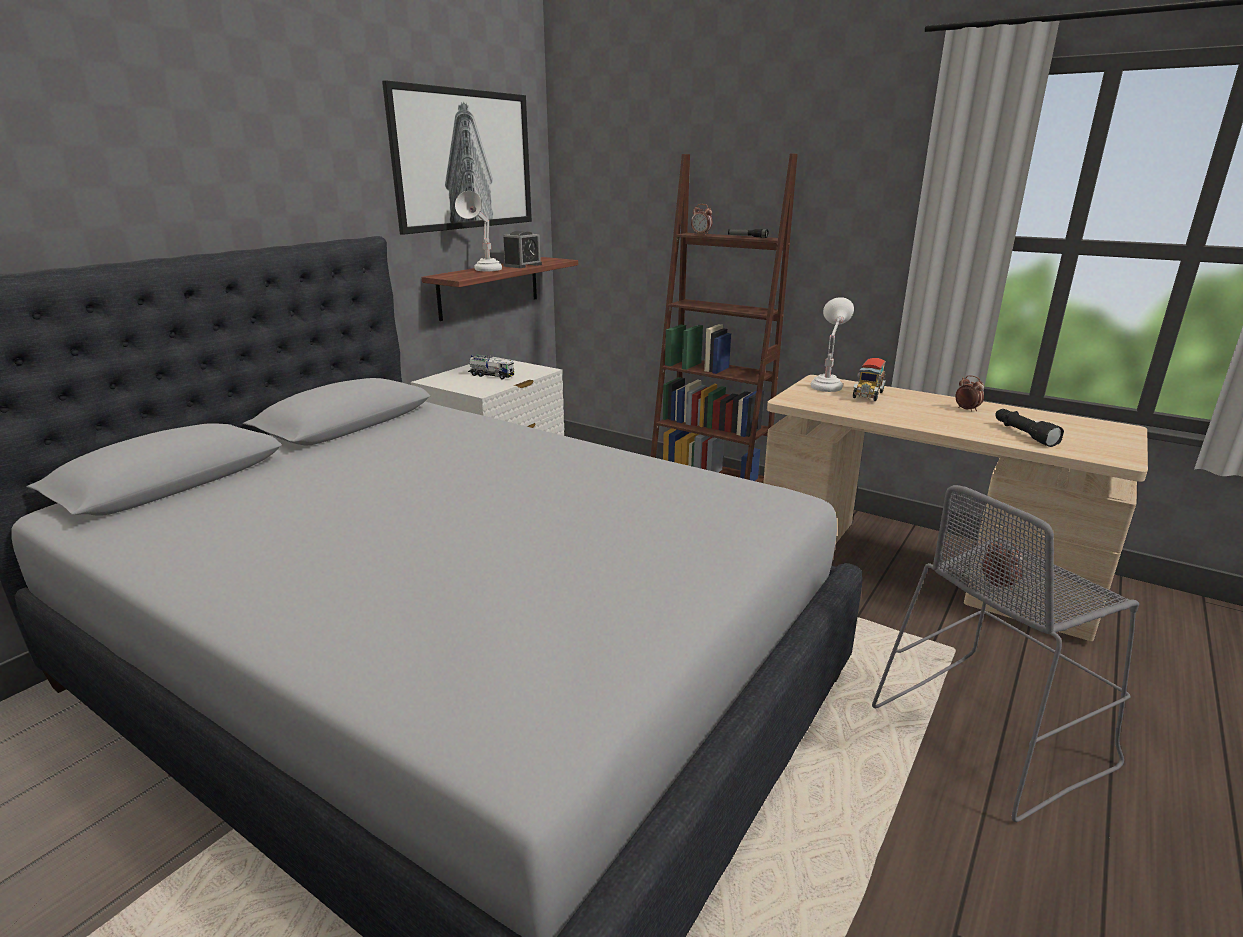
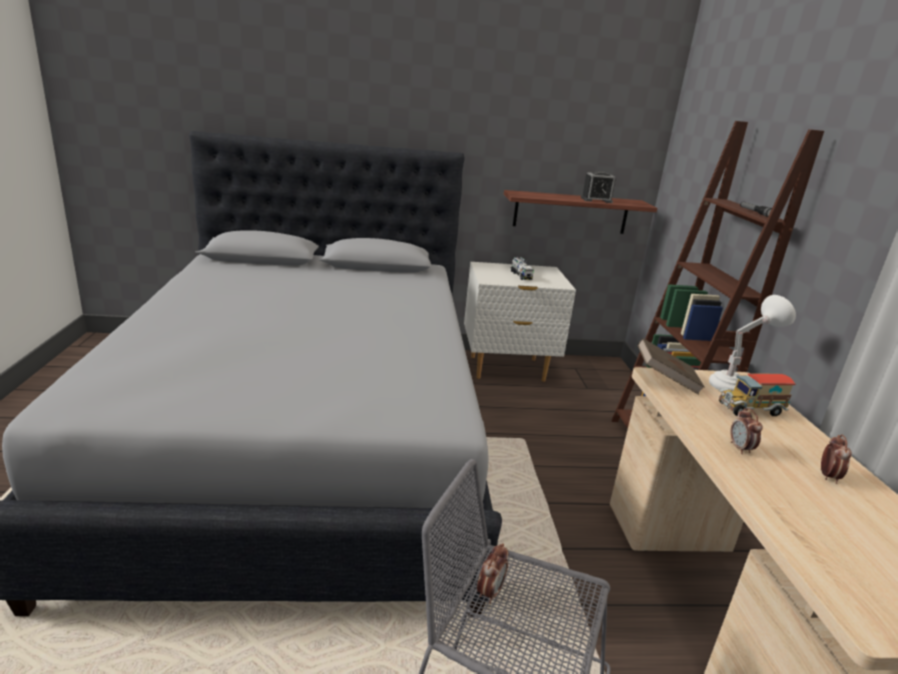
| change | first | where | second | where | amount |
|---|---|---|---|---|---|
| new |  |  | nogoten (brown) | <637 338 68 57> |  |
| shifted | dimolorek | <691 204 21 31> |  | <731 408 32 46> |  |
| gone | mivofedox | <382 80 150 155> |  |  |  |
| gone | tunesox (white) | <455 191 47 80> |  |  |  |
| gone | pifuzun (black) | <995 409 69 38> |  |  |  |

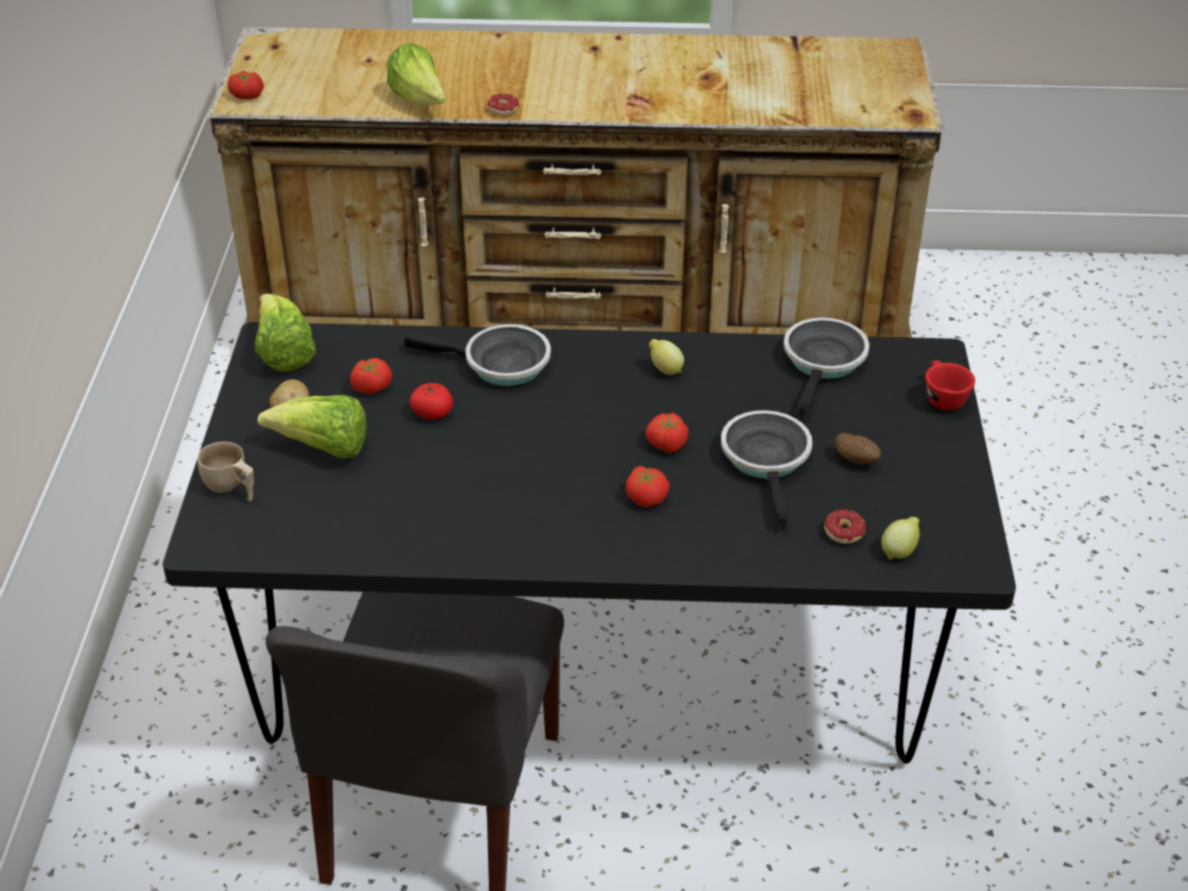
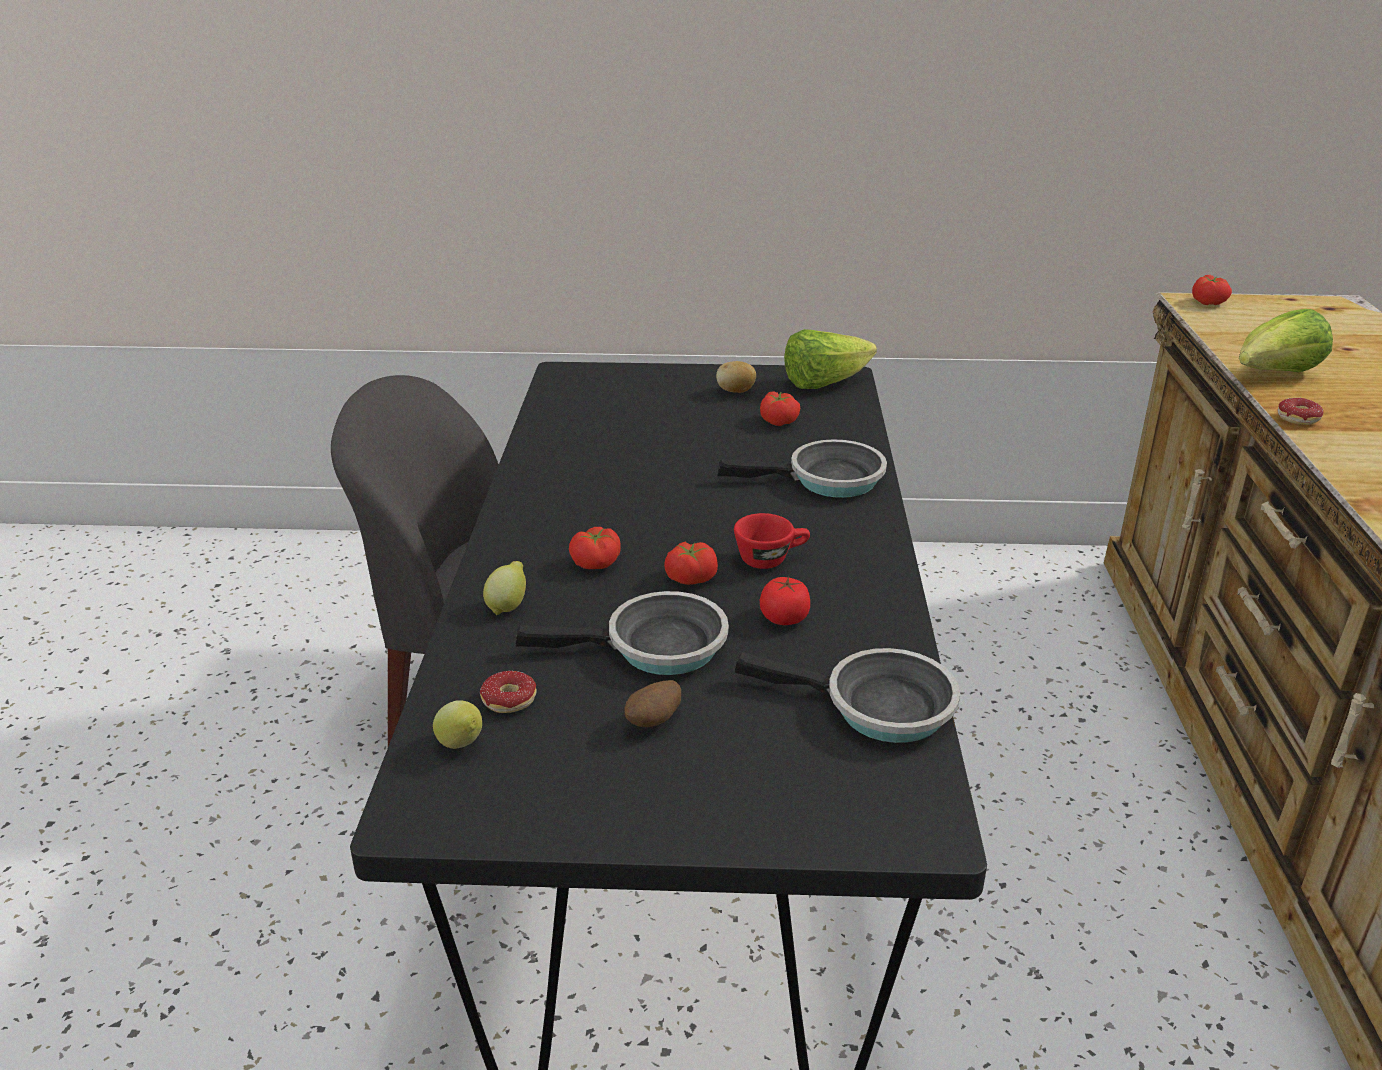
| change | first | where | second | where | amount |
|---|---|---|---|---|---|
| shifted | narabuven | <649 339 35 36> |  | <483 561 43 54> |  |
| rotated | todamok | <405 324 146 62> |  | <717 439 170 59> | 105 degrees counterclockwise |
| shifted | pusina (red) | <925 361 50 49> |  | <734 513 76 56> |  |
| shifted | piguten | <409 382 44 37> |  | <760 577 50 48> |  |
| gone | pusina (beige) | <197 442 57 60> |  |  |  |
| gone | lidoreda | <257 395 110 63> |  |  |  |

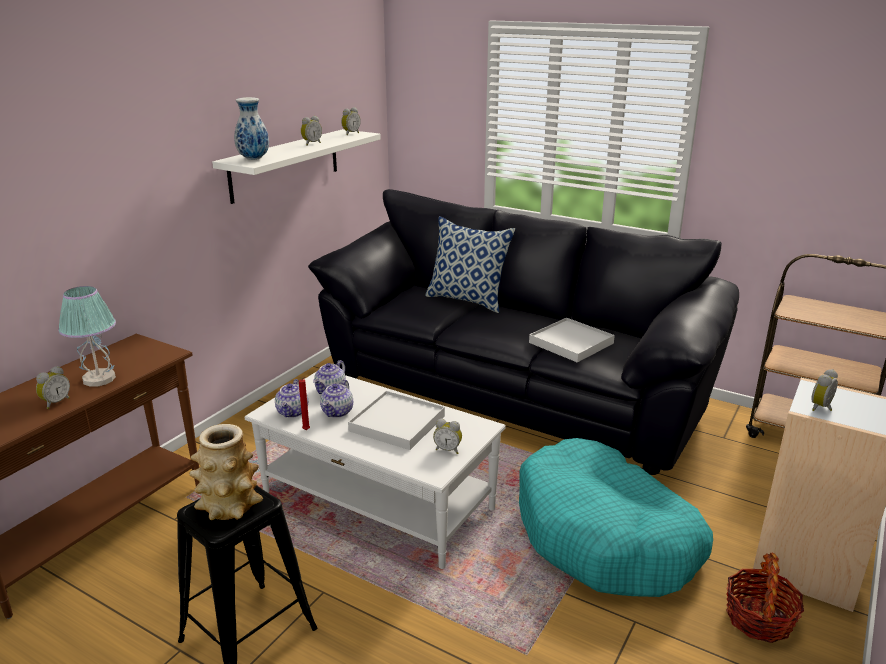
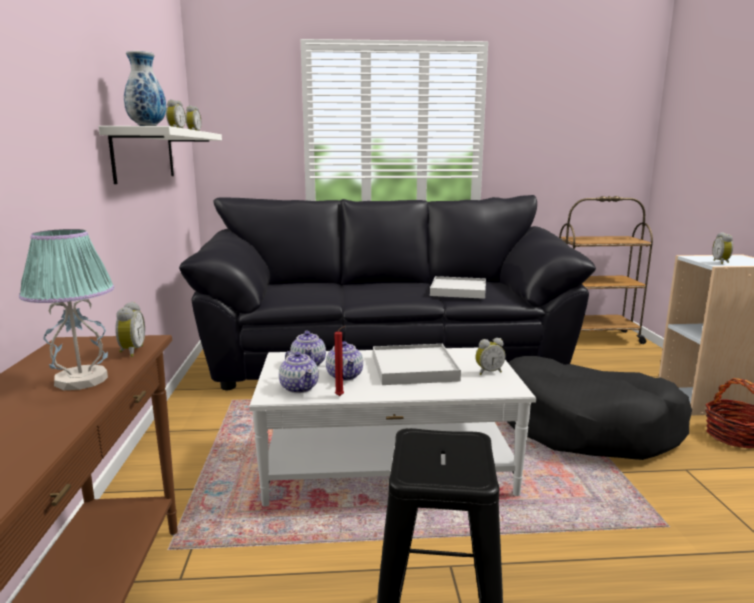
| change | first | where | second | where | amount |
|---|---|---|---|---|---|
| shifted | dimolorek | <36 366 34 43> |  | <115 302 30 55> |  |
| repainted | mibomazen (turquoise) | <519 438 194 159> | mibomazen (black) | <508 356 184 104> |  |
| gone | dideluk | <189 424 74 96> |  |  |  |
| gone | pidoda | <425 216 90 97> |  |  |  |

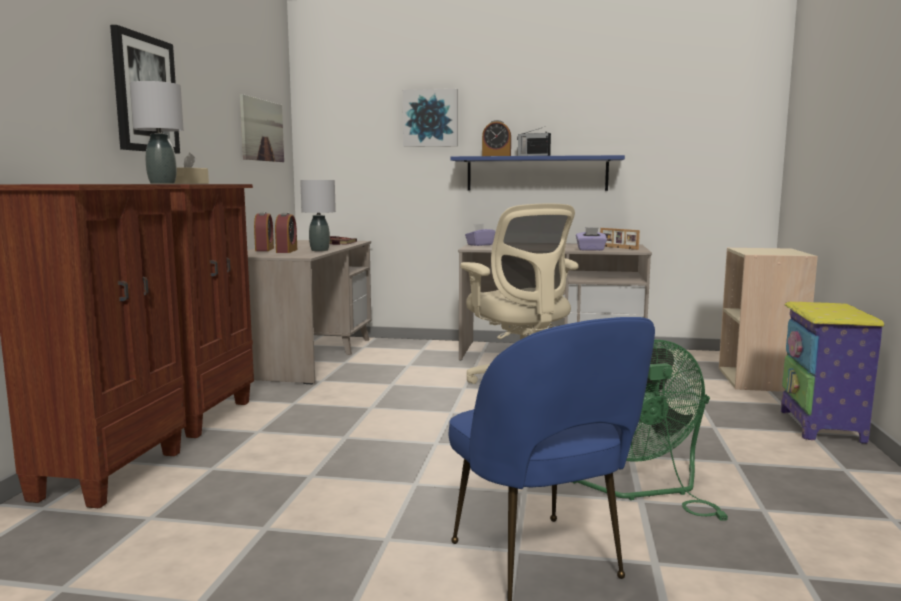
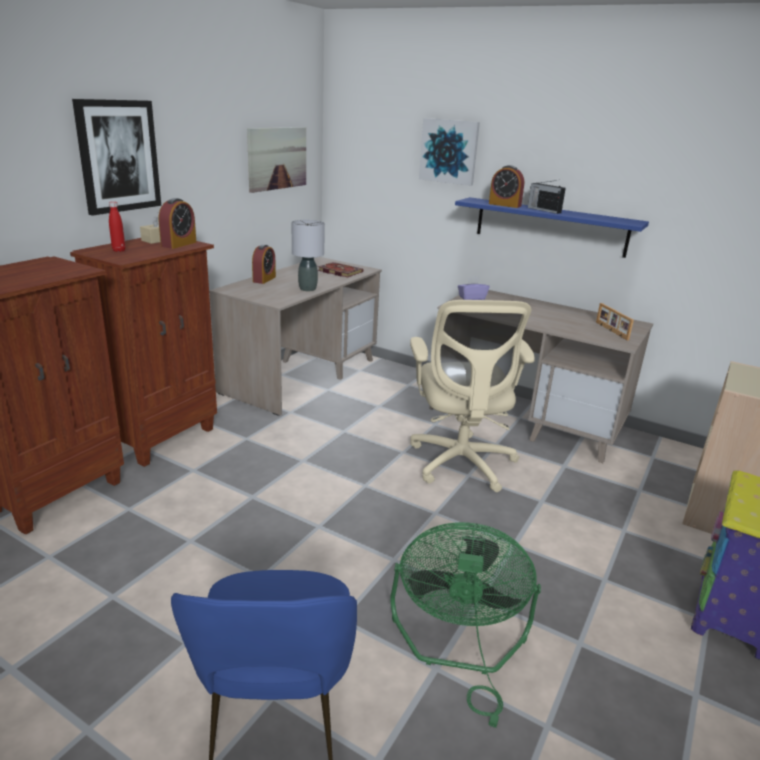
| change | first | where | second | where | amount |
|---|---|---|---|---|---|
| swapped | tunesox (grey) | <130 81 54 103> | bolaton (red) | <109 201 16 51> |  |
| shifted | dimolorek | <275 212 22 41> |  | <159 198 37 51> |  |
| gone | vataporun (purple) | <576 227 31 24> |  |  |  |

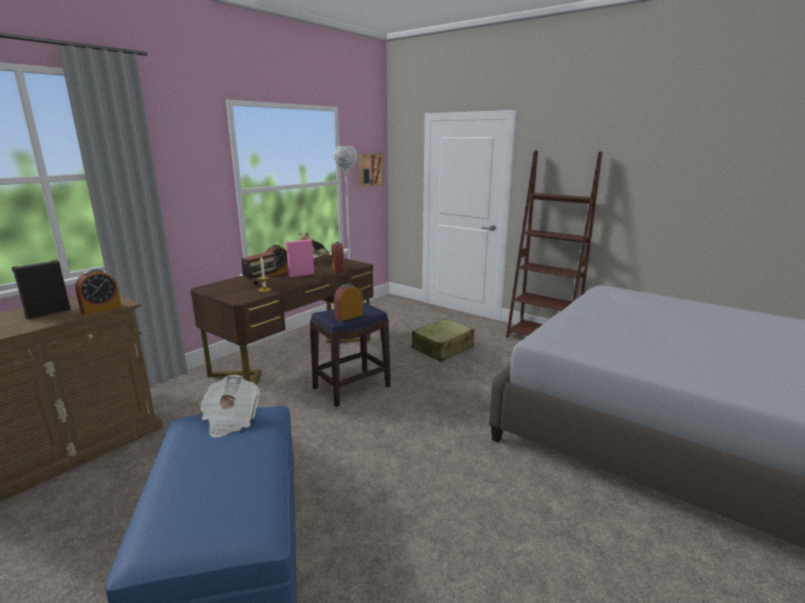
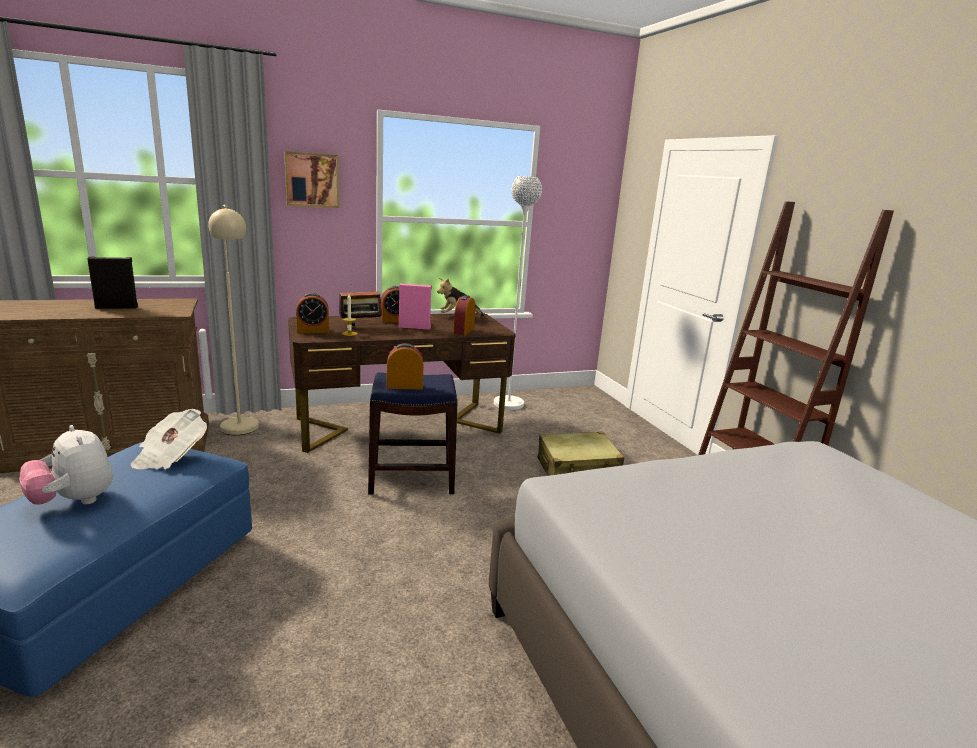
| change | first | where | second | where | amount |
|---|---|---|---|---|---|
| new |  |  | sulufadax | <19 425 94 80> |  |
| new |  |  | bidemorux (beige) | <208 205 51 230> |  |
| shifted | mivofedox | <359 153 24 34> |  | <284 151 55 57> |  |
| shifted | dimolorek | <75 269 46 46> |  | <296 293 33 40> |  |

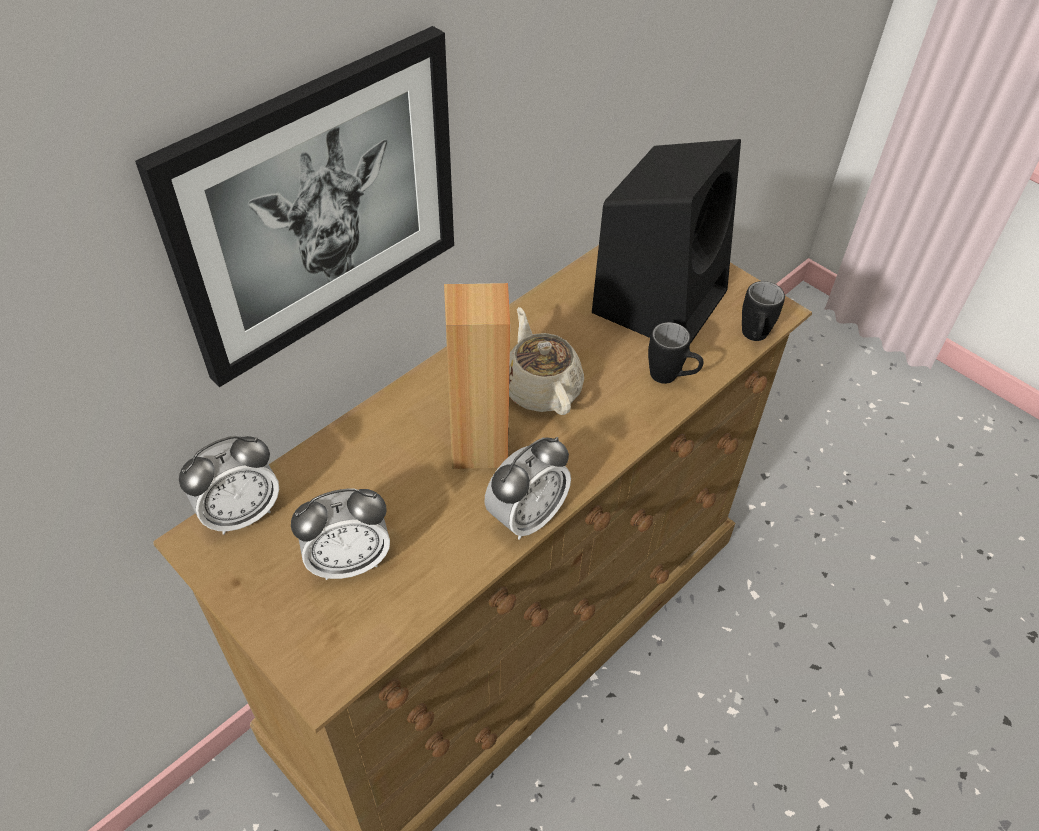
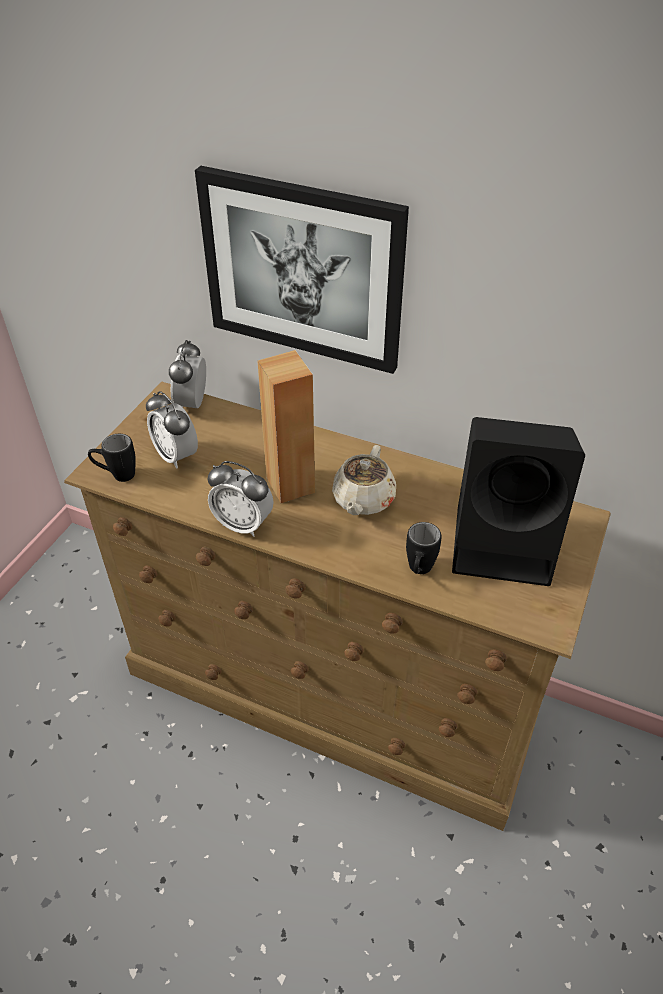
| change | first | where | second | where | amount |
|---|---|---|---|---|---|
| shifted | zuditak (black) | <742 281 43 60> |  | <88 434 48 48> |  |
| rotated | dimolorek | <179 436 100 99> |  | <169 340 37 68> | 60 degrees clockwise |
| rotated | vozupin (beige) | <509 307 75 108> |  | <332 445 64 70> | 150 degrees clockwise |

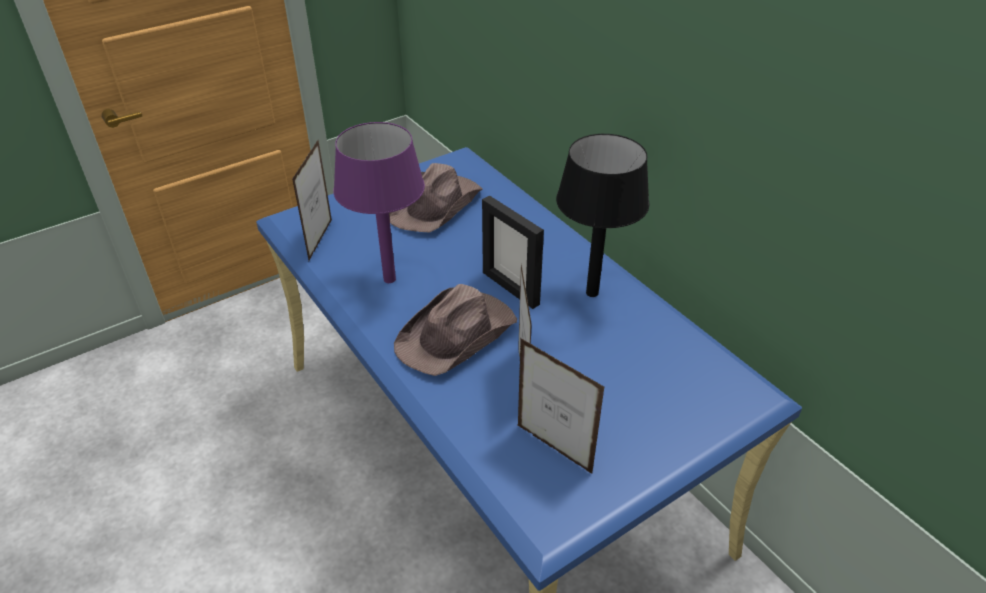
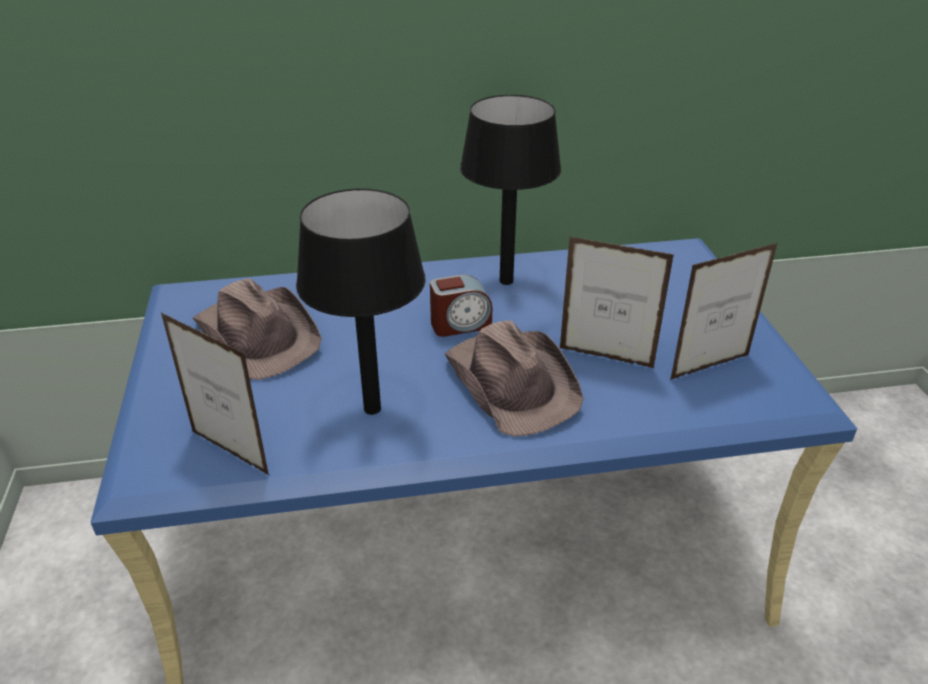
| change | first | where | second | where | amount |
|---|---|---|---|---|---|
| repainted | tunesox (purple) | <334 122 91 161> | tunesox (black) | <296 188 130 227> |  |
| swapped | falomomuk | <482 196 62 113> | dimolorek | <430 275 62 62> |  |

